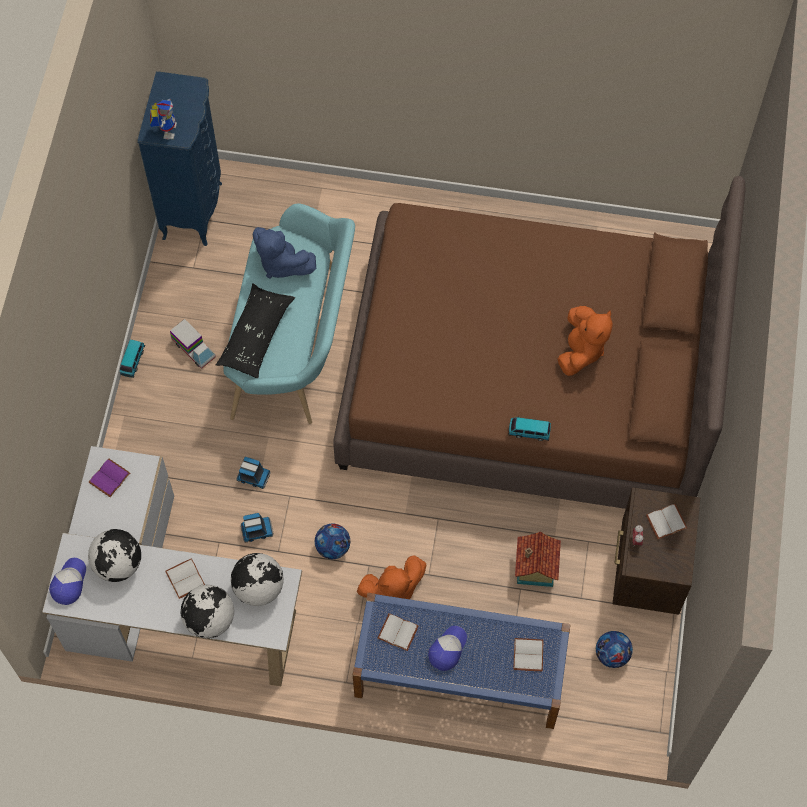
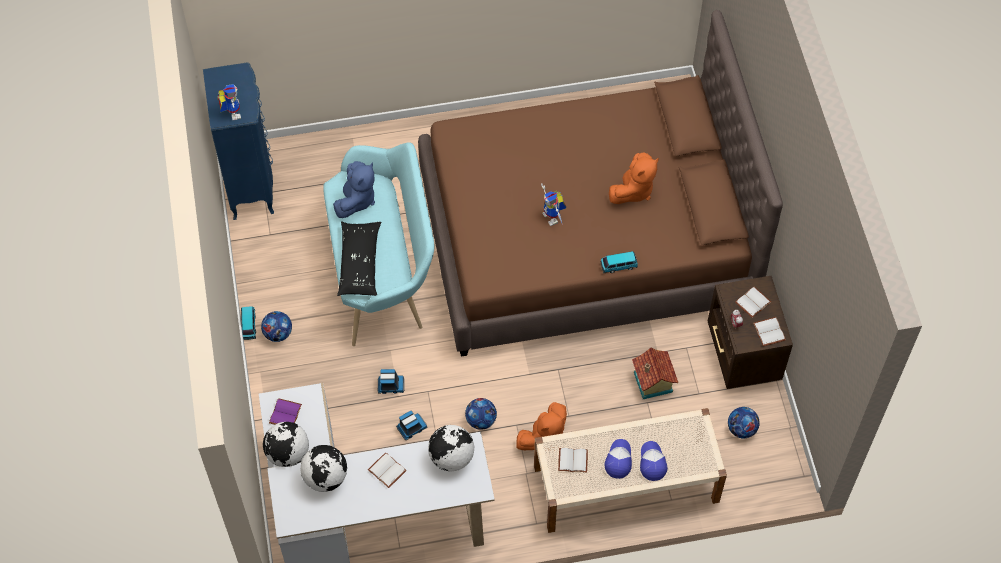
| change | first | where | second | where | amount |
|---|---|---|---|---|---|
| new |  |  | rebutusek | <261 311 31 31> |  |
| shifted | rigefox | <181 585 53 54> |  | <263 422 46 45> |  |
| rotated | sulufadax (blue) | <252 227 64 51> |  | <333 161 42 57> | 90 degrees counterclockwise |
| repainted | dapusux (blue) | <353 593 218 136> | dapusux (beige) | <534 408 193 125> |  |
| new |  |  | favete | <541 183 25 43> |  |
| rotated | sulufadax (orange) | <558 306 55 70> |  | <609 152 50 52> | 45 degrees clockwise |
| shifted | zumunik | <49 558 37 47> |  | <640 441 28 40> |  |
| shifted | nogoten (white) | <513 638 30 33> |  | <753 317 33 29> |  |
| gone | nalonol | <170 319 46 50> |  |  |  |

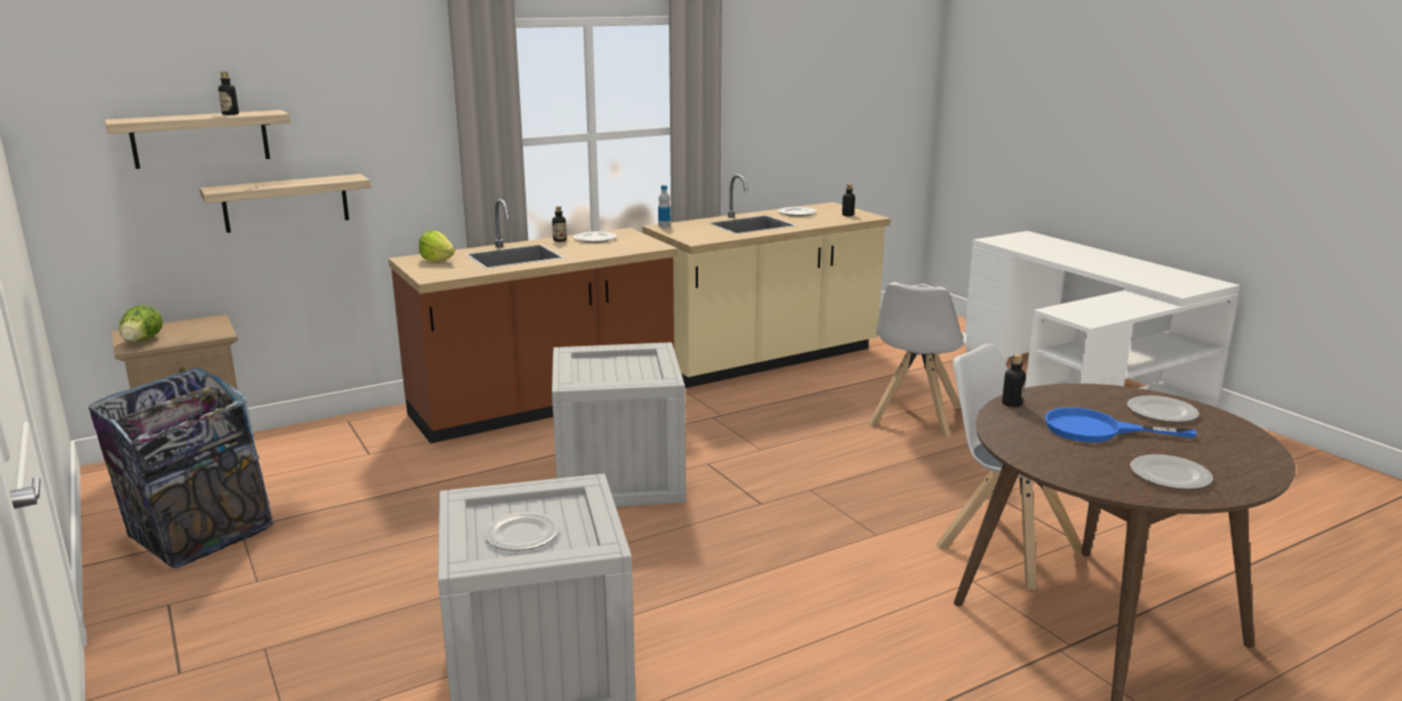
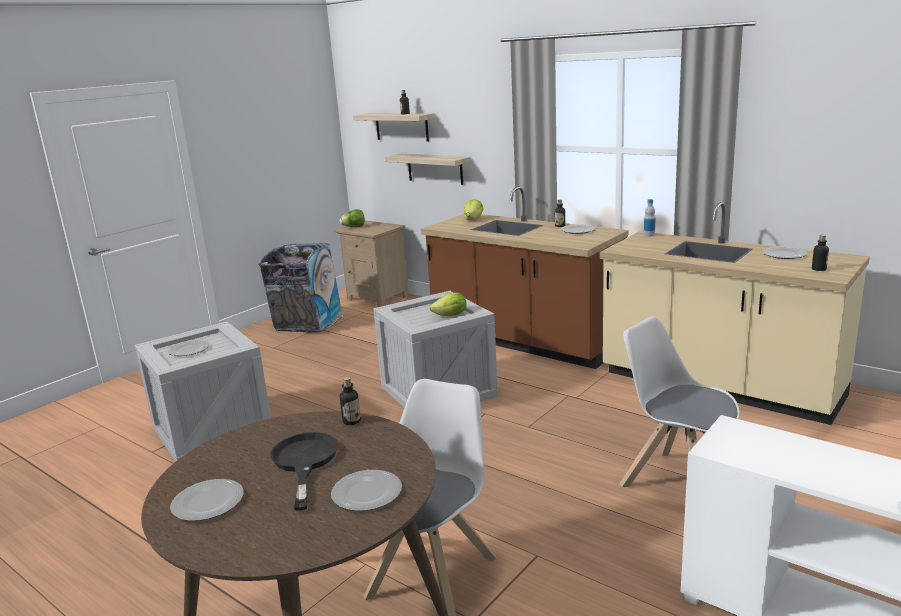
| change | first | where | second | where | amount |
|---|---|---|---|---|---|
| repainted | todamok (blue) | <1045 408 152 34> | todamok (black) | <270 432 68 79> |  |
| new |  |  | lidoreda | <429 292 38 24> |  |
| rotated | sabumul | <868 282 99 156> |  | <619 316 121 171> | 45 degrees clockwise |

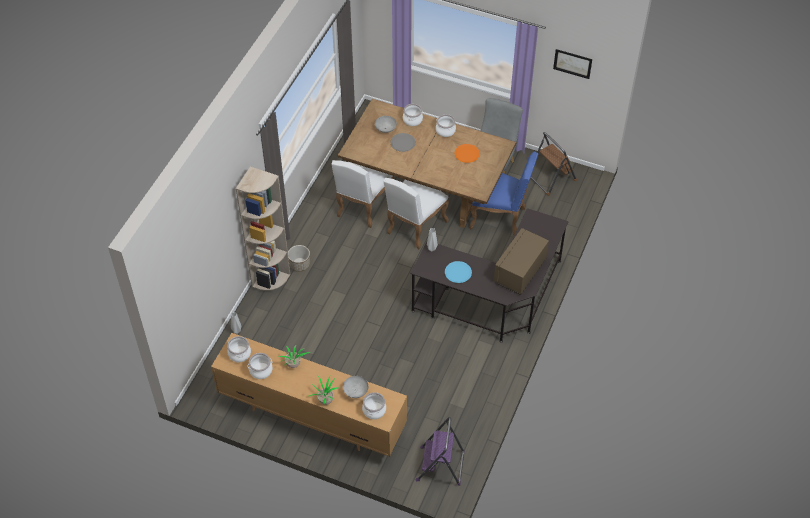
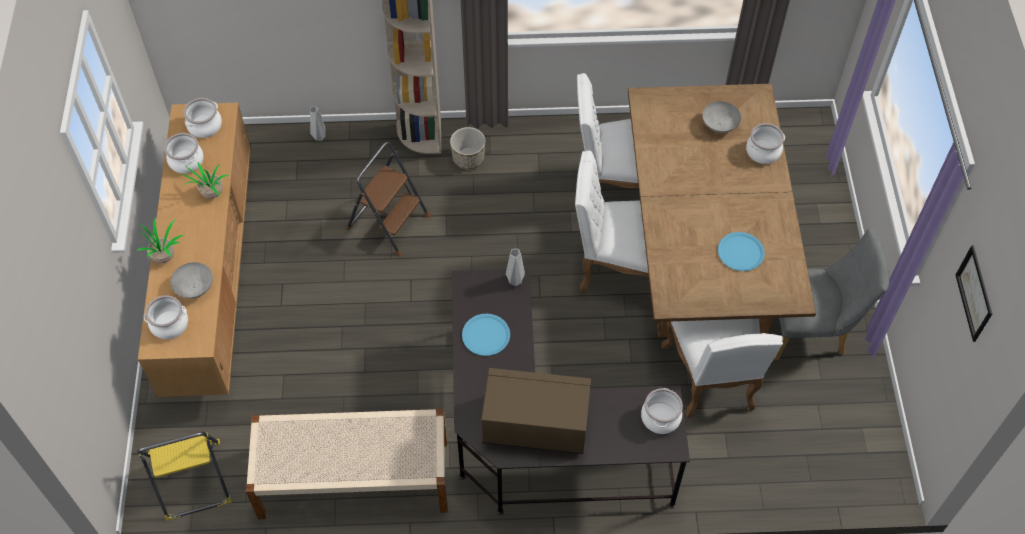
| change | first | where | second | where | amount |
|---|---|---|---|---|---|
| repainted | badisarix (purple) | <416 417 48 69> | badisarix (yellow) | <137 432 94 89> |  |
| new |  |  | dapusux (beige) | <246 409 202 111> |  |
| shifted | badisarix (brown) | <531 132 46 64> |  | <346 142 85 115> |  |
| shifted | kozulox | <436 114 20 23> |  | <641 388 42 46> |  |
| repainted | sabumul (blue) | <470 151 68 84> | sabumul (white) | <661 318 122 100> |  |
| repainted | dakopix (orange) | <455 144 25 19> | dakopix (blue) | <718 232 47 39> |  |
| gone | dakopix (grey) | <391 133 25 19> |  |  |  |

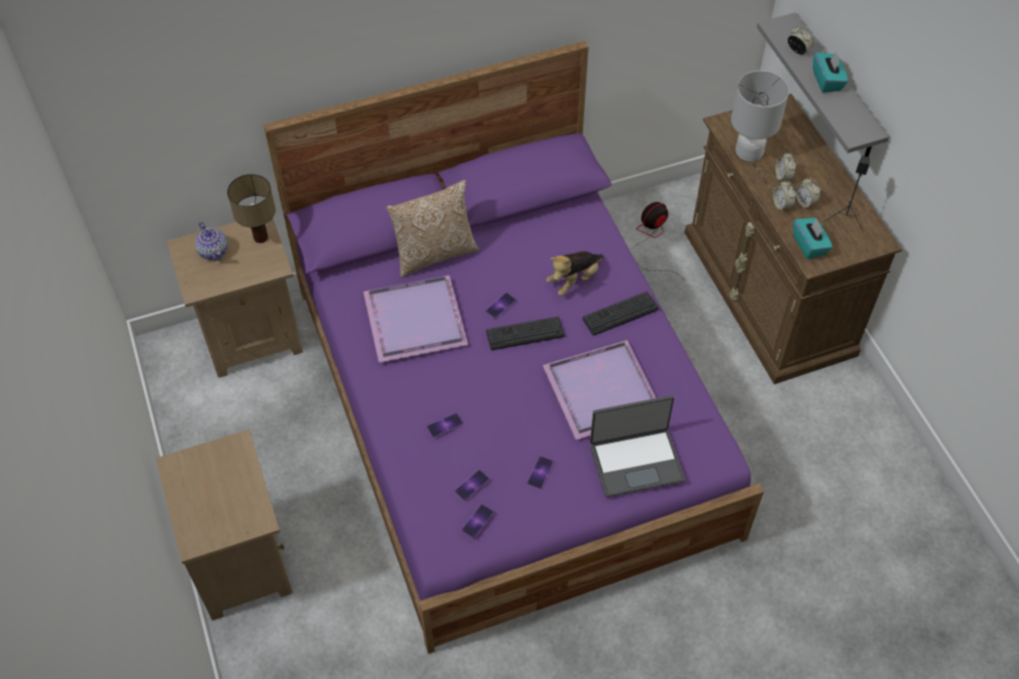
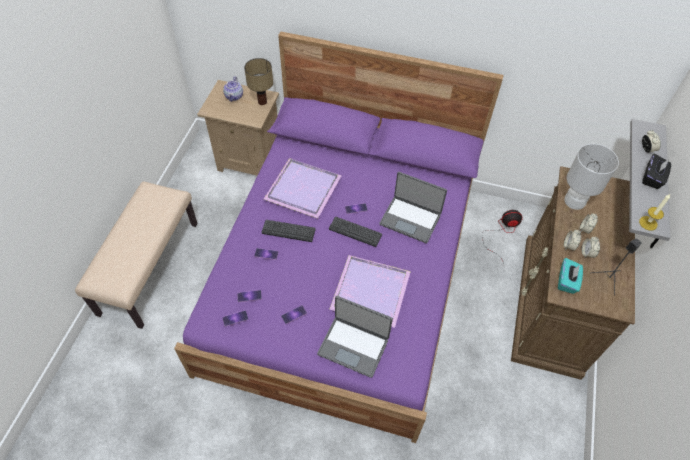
| change | first | where | second | where | amount |
|---|---|---|---|---|---|
| swapped | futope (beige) | <156 429 137 192> | dapusux (beige) | <75 181 123 148> |  |
| shifted | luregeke | <583 292 75 44> |  | <262 220 54 22> |  |
| swapped | sulufadax | <546 251 58 45> | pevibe | <379 172 68 71> |  |
| new |  |  | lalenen | <639 194 31 36> |  |
| repainted | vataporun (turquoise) | <813 52 35 41> | vataporun (black) | <642 153 29 36> |  |
| gone | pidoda | <386 180 93 98> |  |  |  |

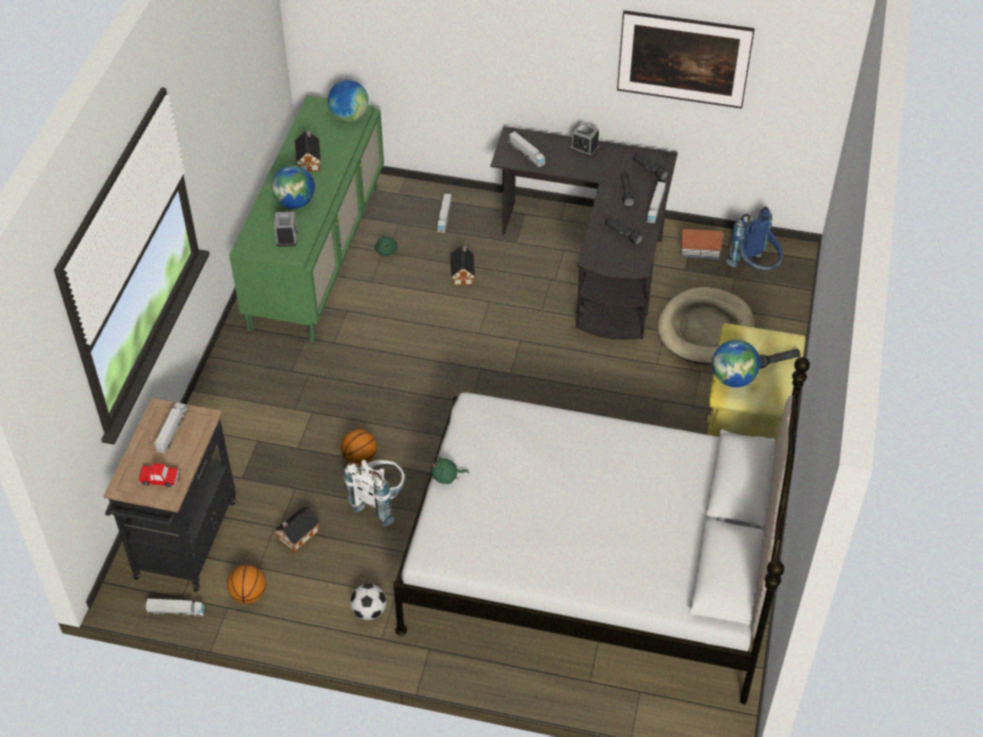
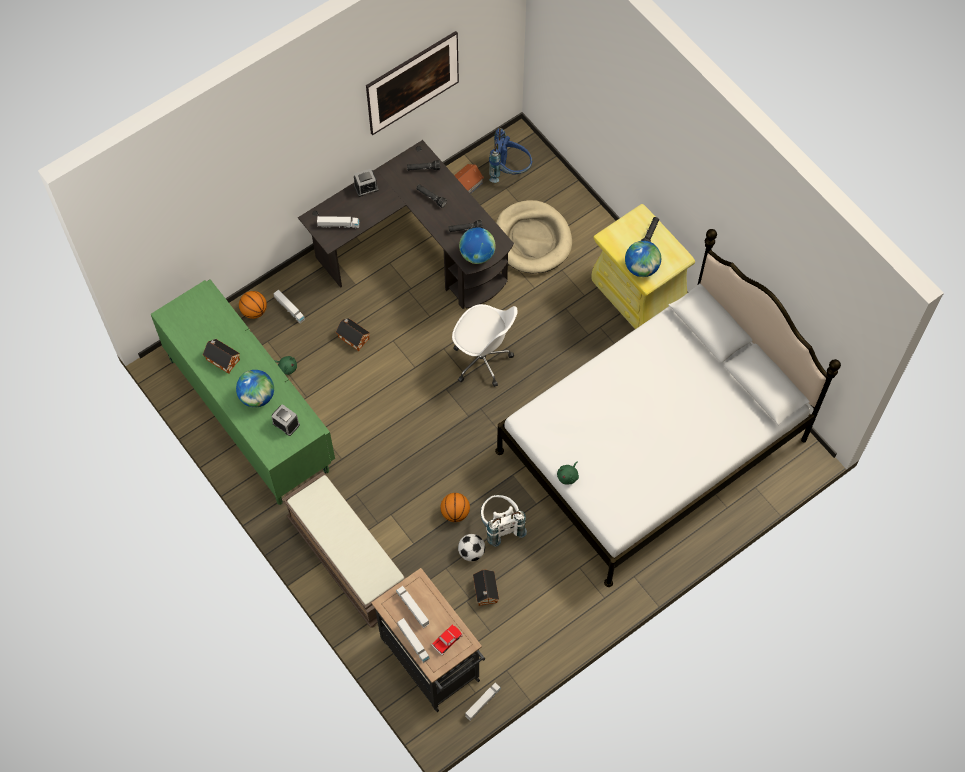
| change | first | where | second | where | amount |
|---|---|---|---|---|---|
| shifted | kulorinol | <227 565 39 39> |  | <239 291 28 28> |  |
| new |  |  | dapusux (brown) | <282 471 124 157> |  |
| shifted | nalonol | <647 181 19 43> |  | <397 618 33 45> |  |
| new |  |  | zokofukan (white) | <452 304 66 83> |  |
| shifted | rebutusek | <350 584 36 36> |  | <458 534 27 27> |  |
| shifted | rigefox | <328 80 41 42> |  | <459 228 37 36> |  |

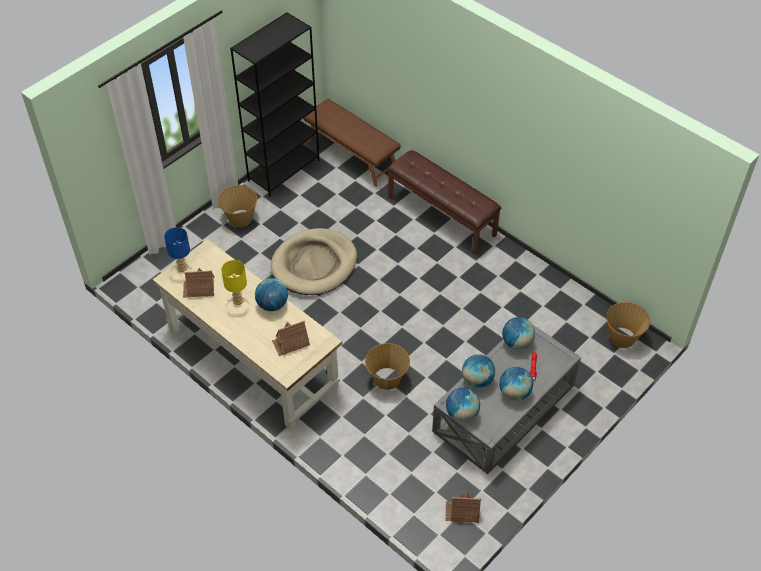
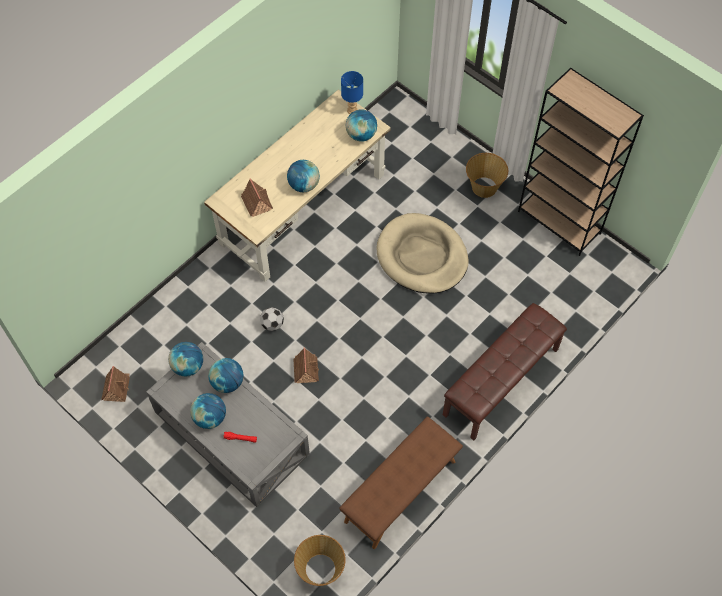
| change | first | where | second | where | amount |
|---|---|---|---|---|---|
| swapped | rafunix | <365 343 45 47> | rebutusek | <260 307 24 24> |  |
| shifted | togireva | <183 268 31 30> |  | <293 347 26 36> |  |
| shifted | dapusux (brown) | <303 99 98 88> |  | <340 417 123 132> |  |
| shifted | rigefox | <502 317 33 33> |  | <346 109 31 33> |  |
| repainted | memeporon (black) | <230 12 89 185> | memeporon (beige) | <518 68 126 188> |  |
| gone | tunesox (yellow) | <221 260 26 45> |  |  |  |

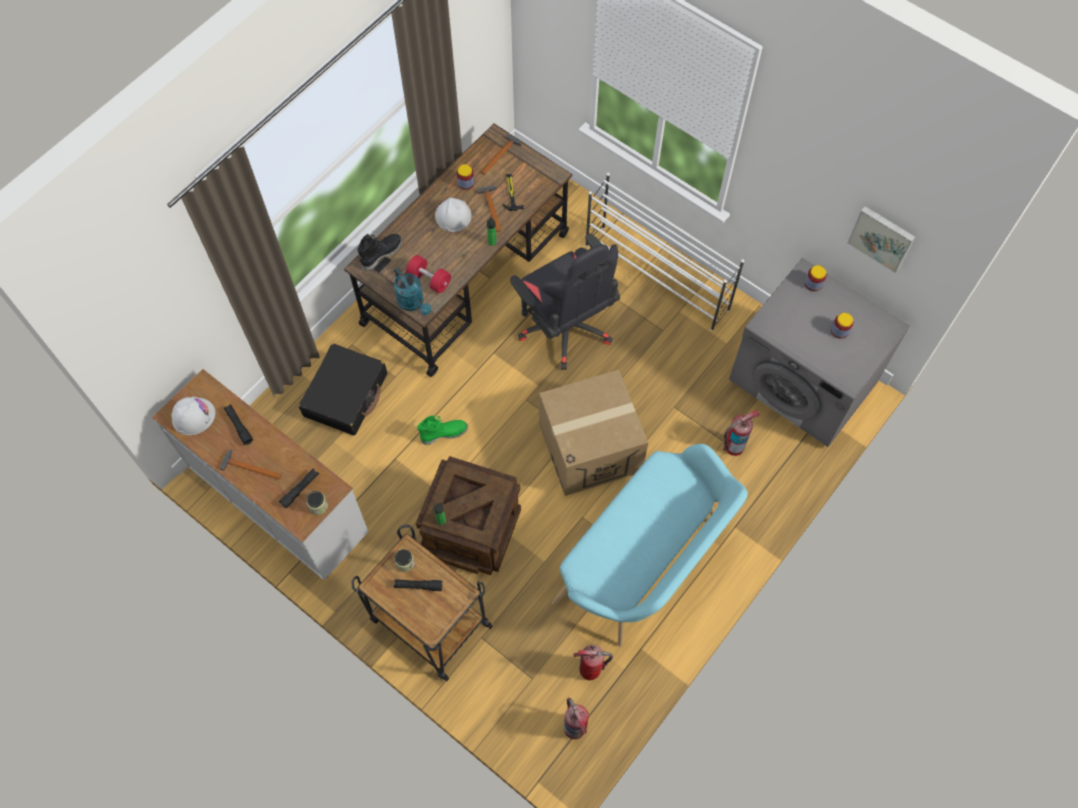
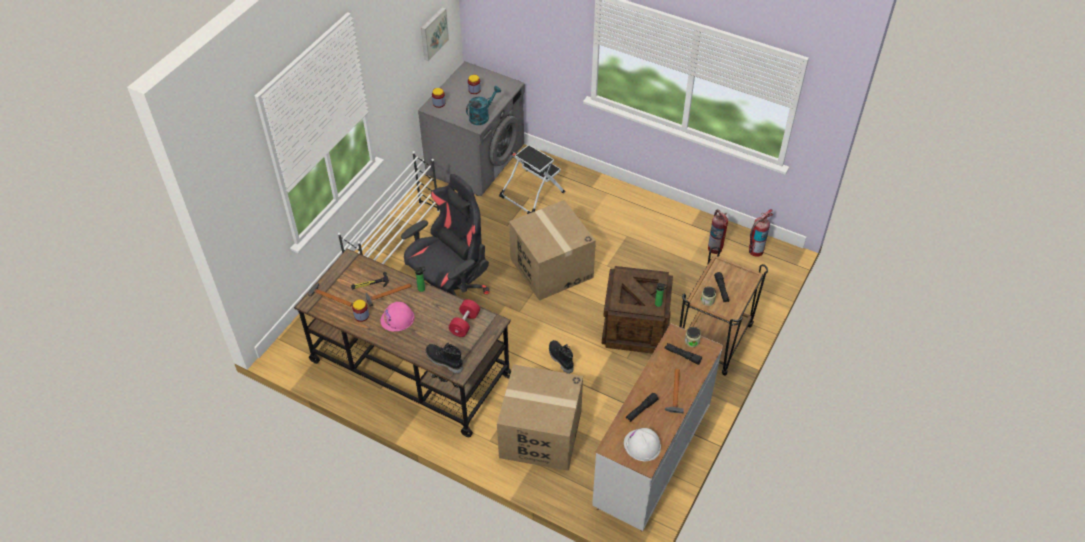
| change | first | where | second | where | amount |
|---|---|---|---|---|---|
| repainted | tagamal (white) | <435 198 36 34> | tagamal (pink) | <380 302 35 30> |  |
| shifted | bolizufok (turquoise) | <394 268 37 47> |  | <466 86 35 39> |  |
| swapped | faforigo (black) | <299 344 88 92> | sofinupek | <497 364 86 107> |  |
| swapped | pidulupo | <723 410 37 46> | badisarix | <499 145 67 69> |  |
| repainted | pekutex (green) | <417 415 51 30> | pekutex (black) | <549 340 25 34> |  |
| gone | dapusux (turquoise) | <552 444 196 203> |  |  |  |

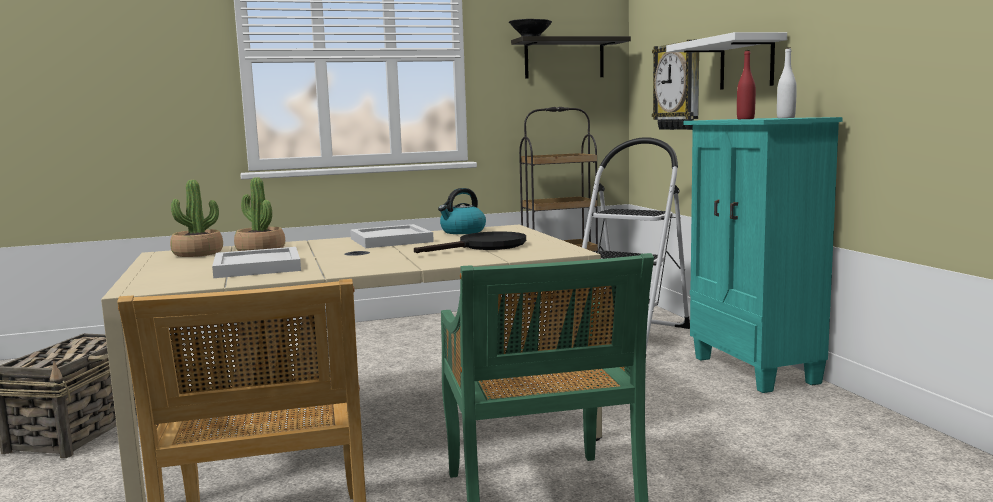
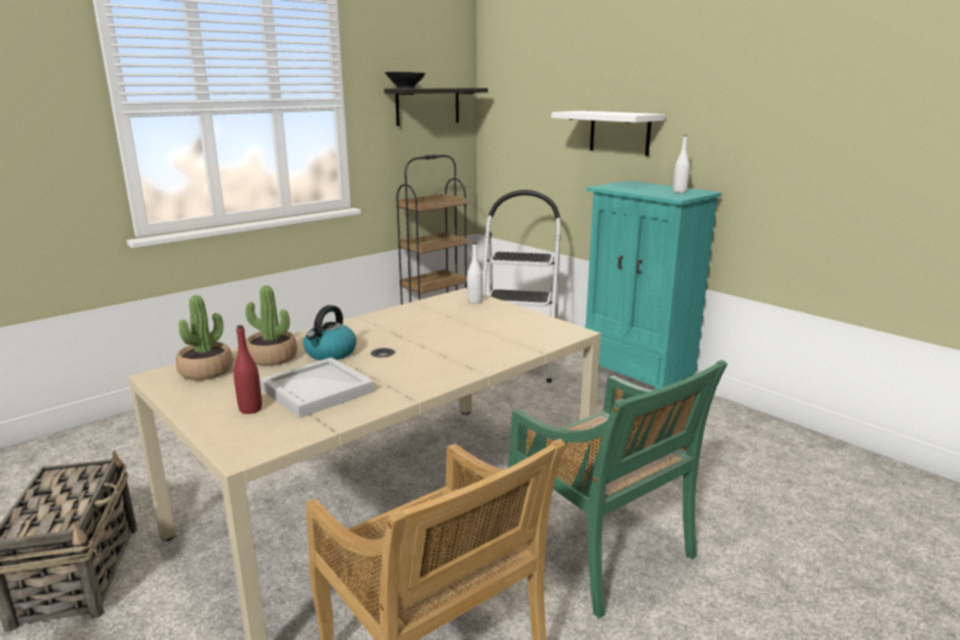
| change | first | where | second | where | amount |
|---|---|---|---|---|---|
| shifted | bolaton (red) | <737 50 19 69> |  | <234 325 28 89> |  |
| shifted | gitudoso | <438 188 48 46> |  | <304 305 53 55> |  |
| new |  |  | bolaton (white) | <467 243 16 61> |  |
| gone | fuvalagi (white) | <350 224 84 24> |  |  |  |
| gone | todamok (black) | <414 231 112 22> |  |  |  |
| gone | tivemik | <652 39 47 91> |  |  |  |

